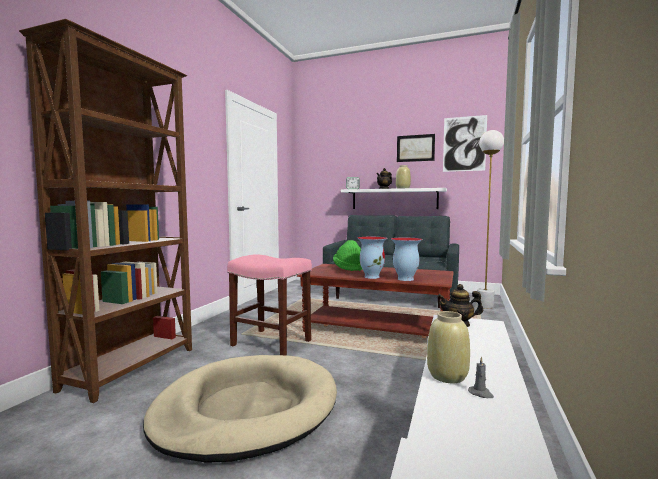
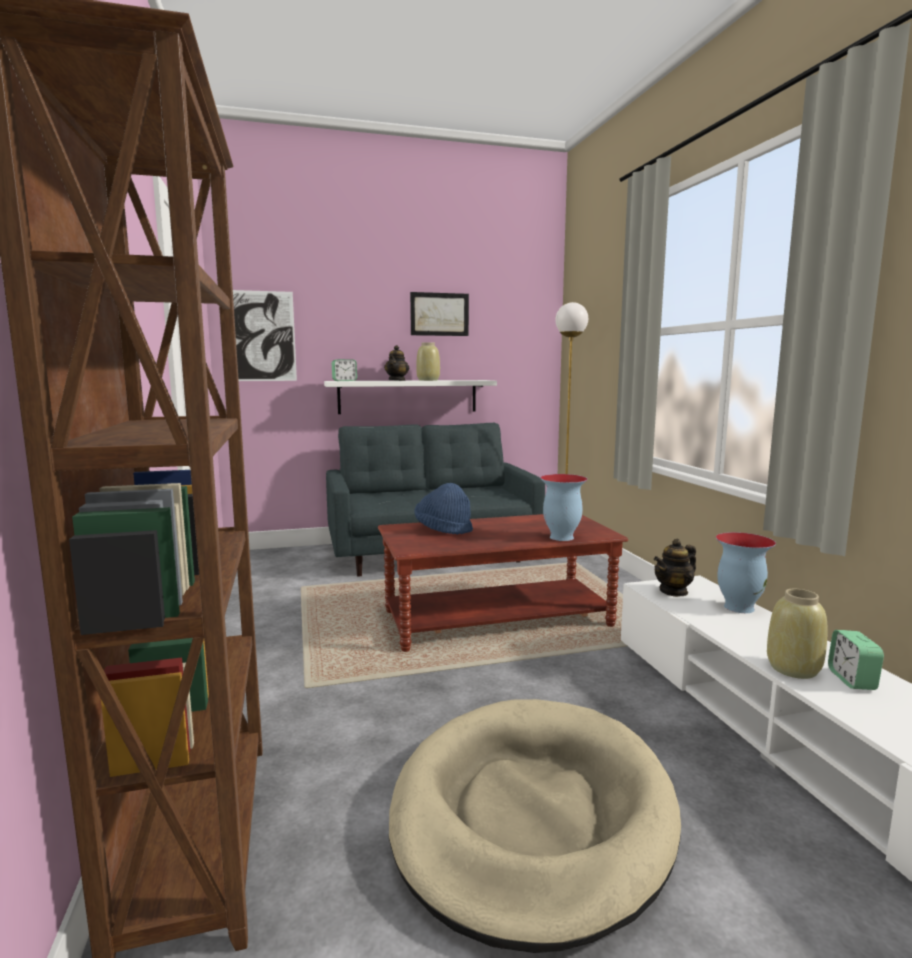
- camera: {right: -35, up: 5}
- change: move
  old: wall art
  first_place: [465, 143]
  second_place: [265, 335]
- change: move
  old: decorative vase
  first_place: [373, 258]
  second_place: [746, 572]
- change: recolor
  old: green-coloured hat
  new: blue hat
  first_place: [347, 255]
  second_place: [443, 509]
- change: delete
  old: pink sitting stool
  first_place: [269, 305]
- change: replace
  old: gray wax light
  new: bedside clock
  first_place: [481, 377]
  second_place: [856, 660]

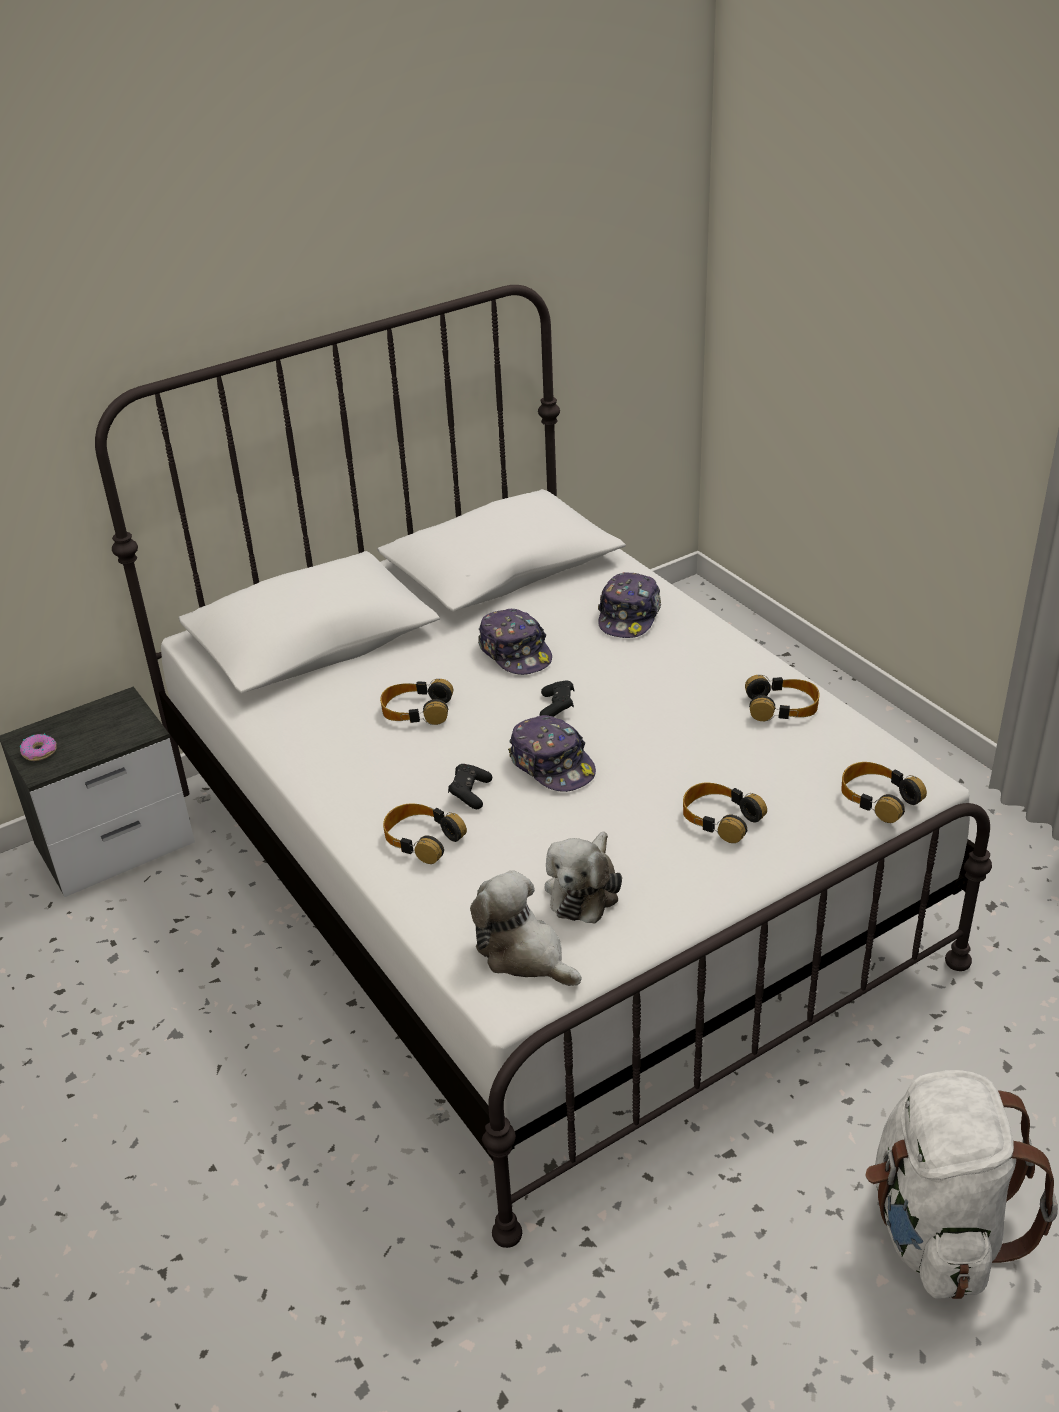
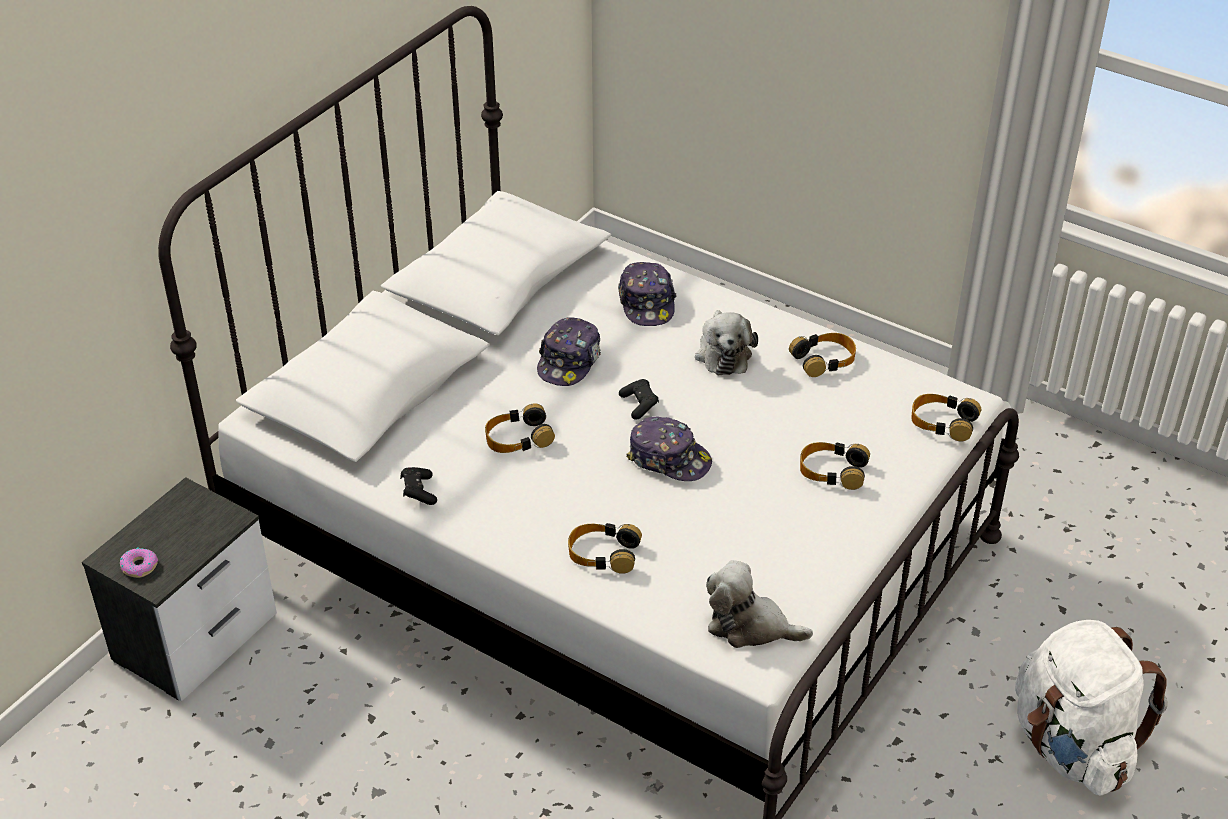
- camera: {right: -25, up: 5}
- change: rotate
  old: cap
  first_place: [515, 642]
  second_place: [569, 351]
  degrees: 75
- change: move
  old: blackish joypad
  first_place: [470, 786]
  second_place: [418, 486]
- change: move
  old: cuddly toy
  first_place: [583, 878]
  second_place: [726, 342]

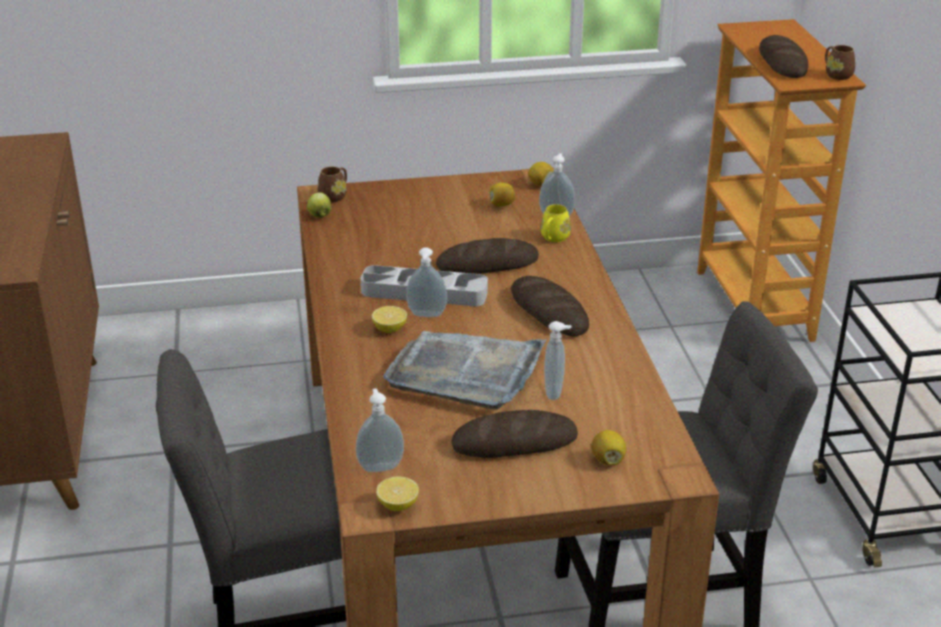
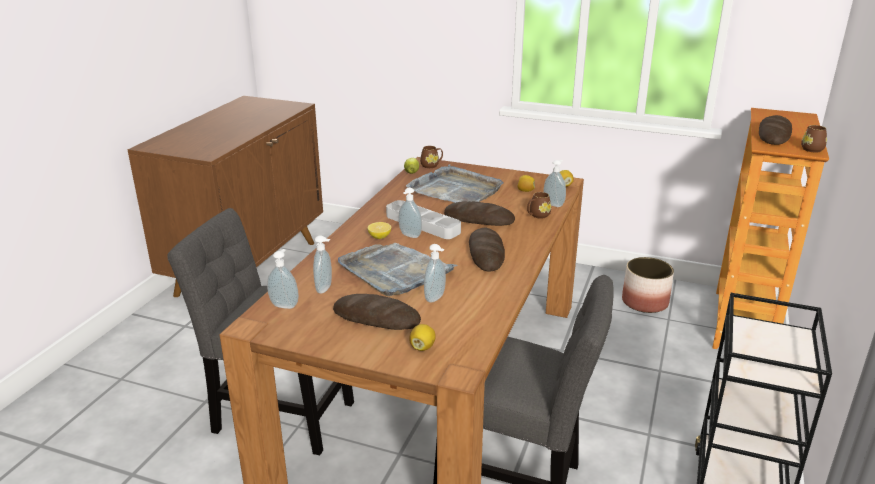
- camera: {right: 30, up: -5}
- change: recolor
  old: yellow-coloured coffee mug
  new: brown-coloured coffee mug
  first_place: [556, 223]
  second_place: [539, 205]
- change: delete
  old: whole lemon
  first_place: [397, 494]
- change: insert
  new: gray serving tray
  second_place: [455, 183]
- change: insert
  new: soap dispenser
  second_place: [322, 264]
- change: insert
  new: flower pot
  second_place: [648, 285]

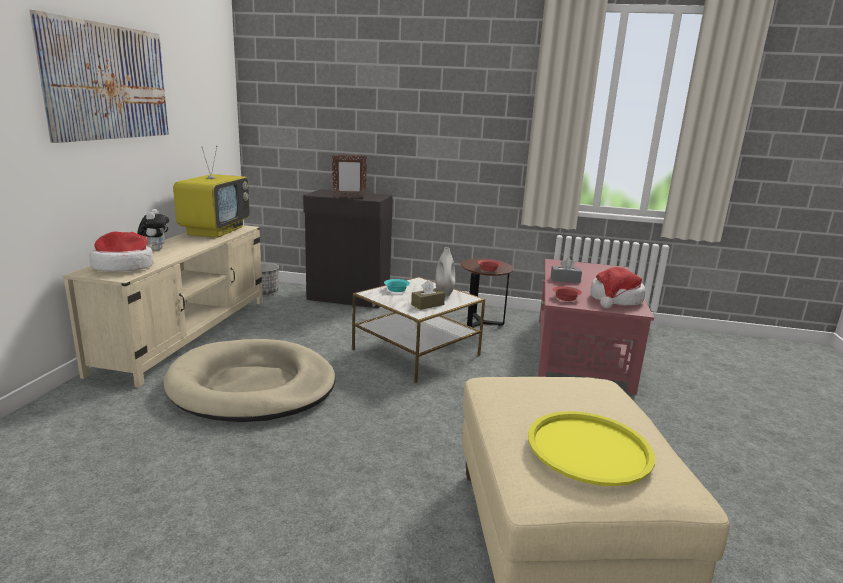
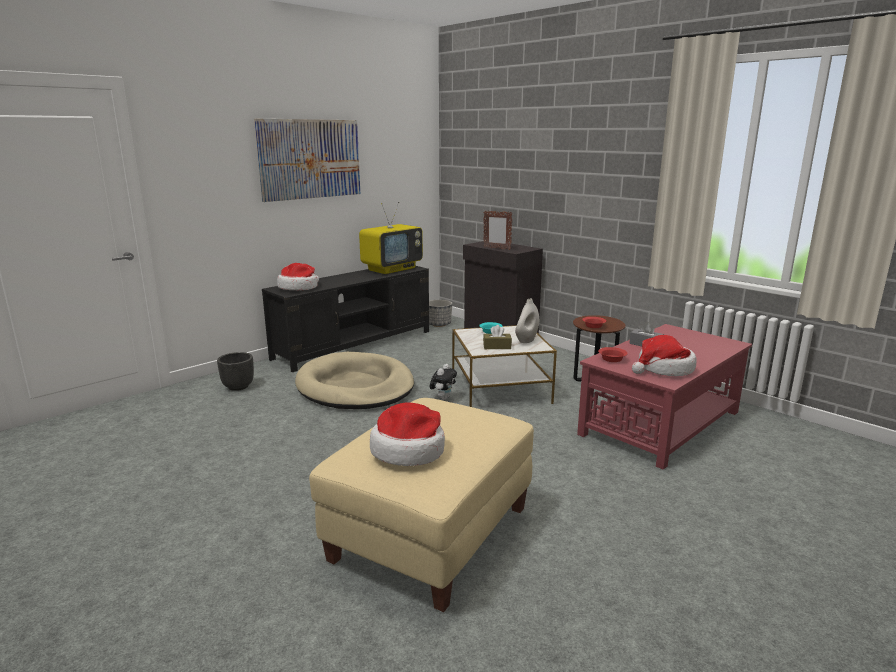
- camera: {right: 35, up: 0}
- change: move
  old: cuddly toy
  first_place: [153, 230]
  second_place: [443, 382]
- change: recolor
  old: sand-coloured tv unit
  new: blackish tv unit
  first_place: [163, 306]
  second_place: [345, 319]
- change: replace
  old: yellow-coloured serving tray
  new: hat
  first_place: [591, 448]
  second_place: [407, 434]
- change: insert
  new: blackish flower pot
  second_place: [235, 371]

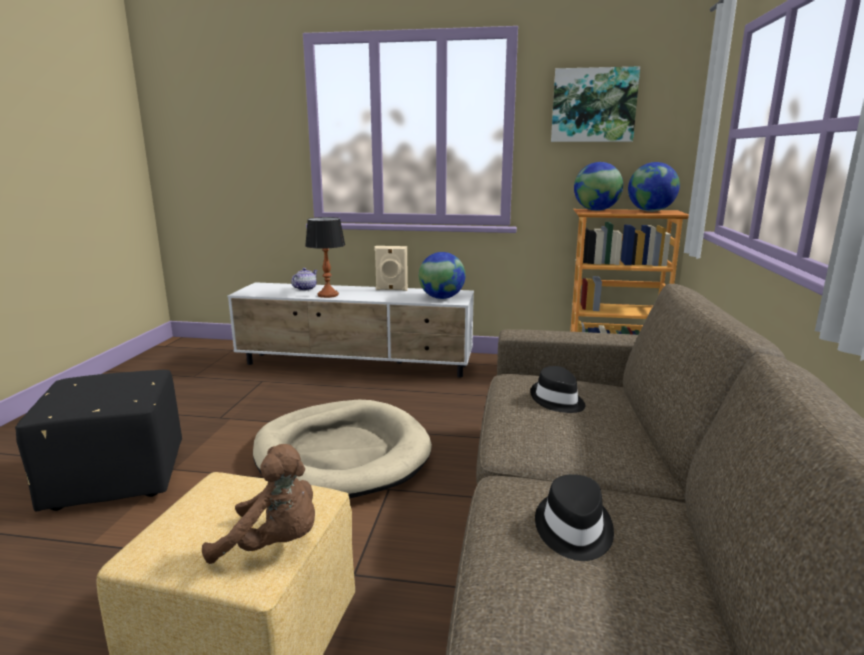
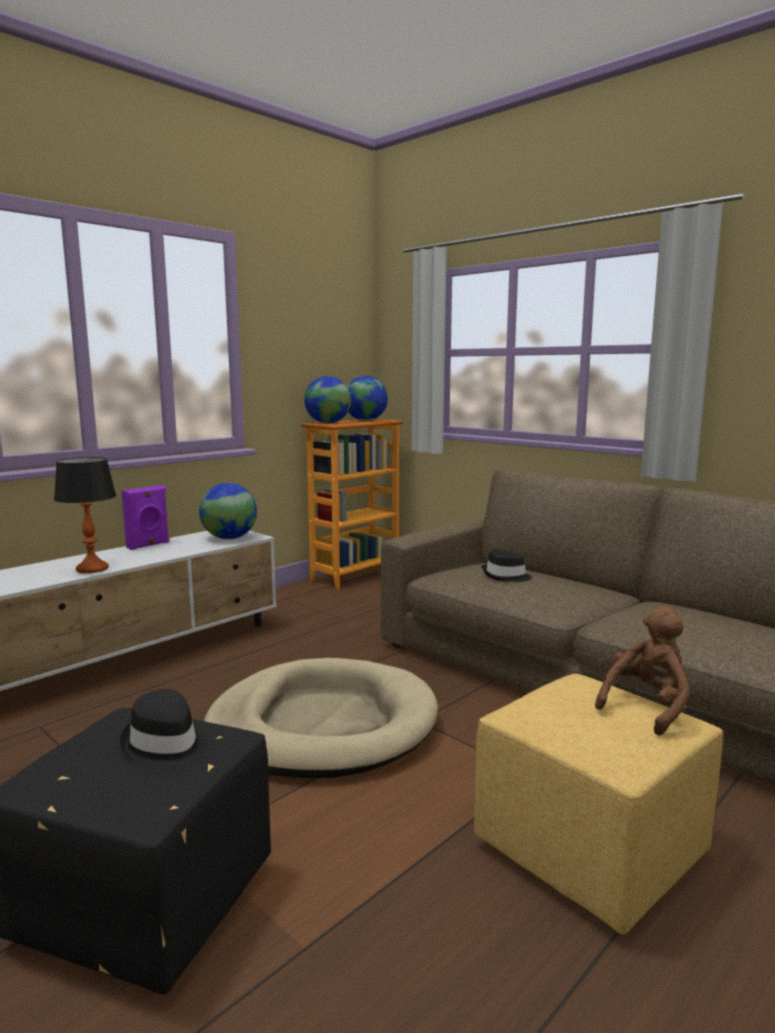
- camera: {right: -55, up: -5}
- change: delete
  old: wall art
  first_place: [595, 104]
- change: recolor
  old: sand-coloured audio speaker
  new: purplish audio speaker
  first_place: [391, 268]
  second_place: [145, 517]
- change: delete
  old: tea pot
  first_place: [304, 279]
- change: move
  old: blackish hat
  first_place: [574, 517]
  second_place: [164, 729]

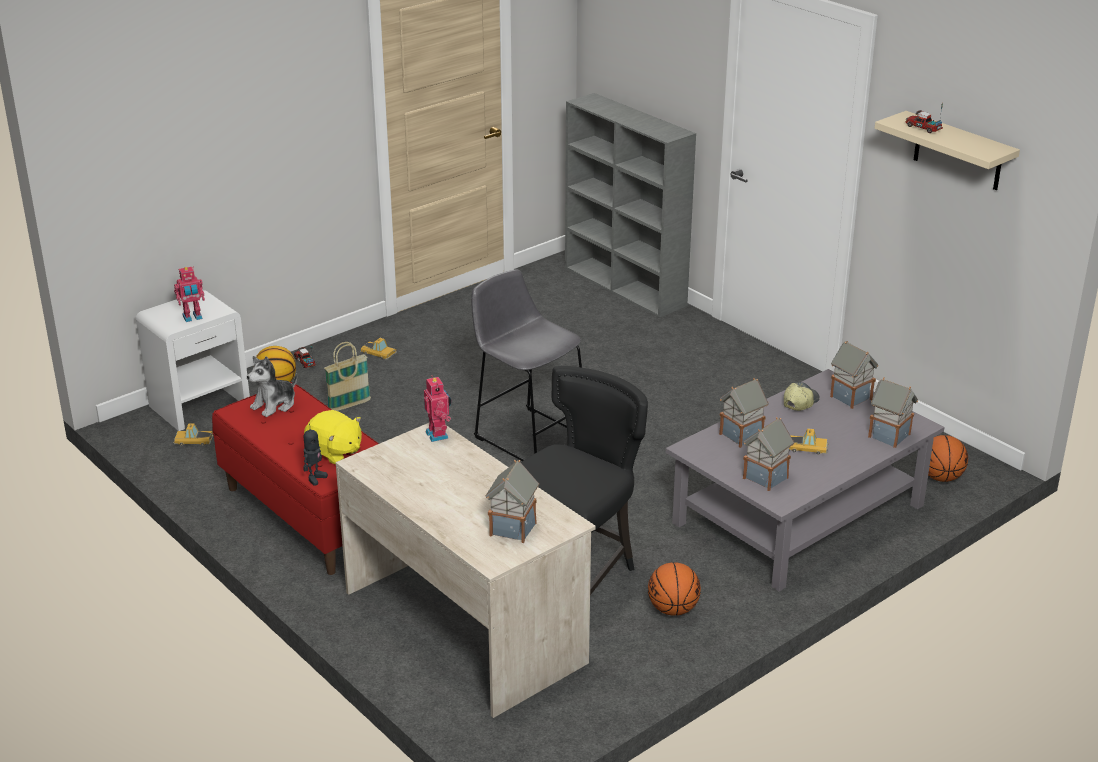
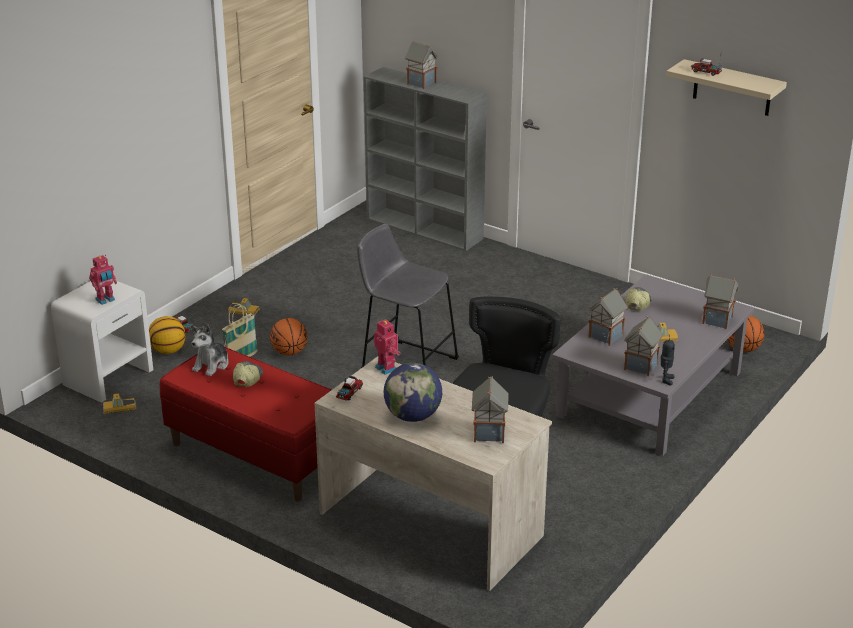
- camera: {right: -15, up: 0}
- change: move
  old: model house
  first_place: [854, 375]
  second_place: [421, 65]
- change: delete
  old: yellow-coloured cuddly toy
  first_place: [333, 437]
- change: move
  old: model robot
  first_place: [316, 454]
  second_place: [668, 360]
- change: move
  old: basketball ball
  first_place: [674, 589]
  second_place: [288, 337]
- change: insert
  new: cap
  second_place: [248, 374]
- change: insert
  new: desk globe
  second_place: [413, 392]
- change: insert
  new: model truck
  second_place: [349, 388]

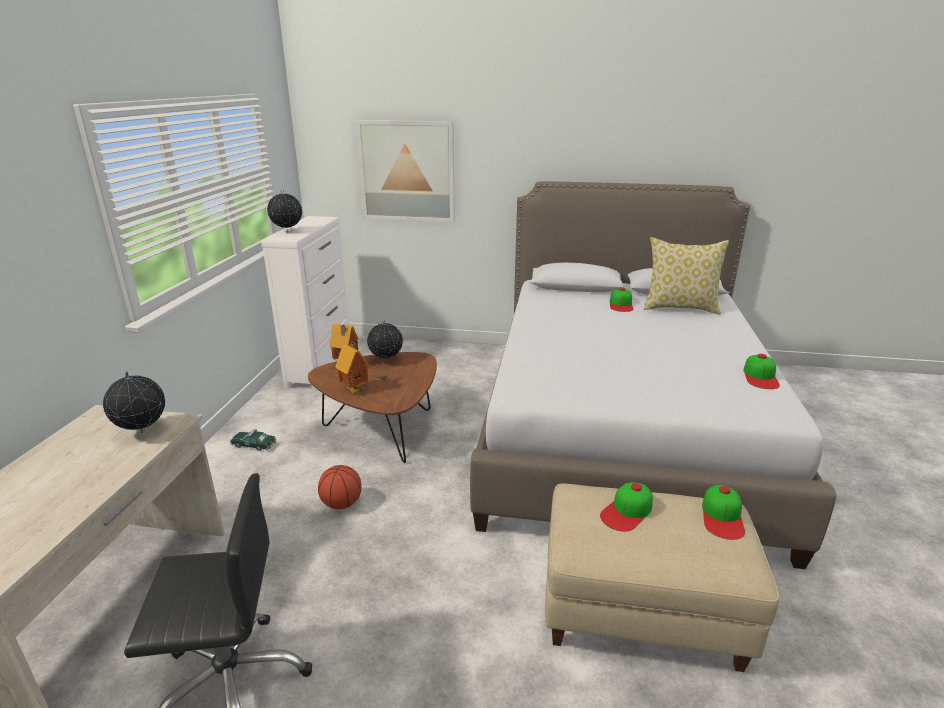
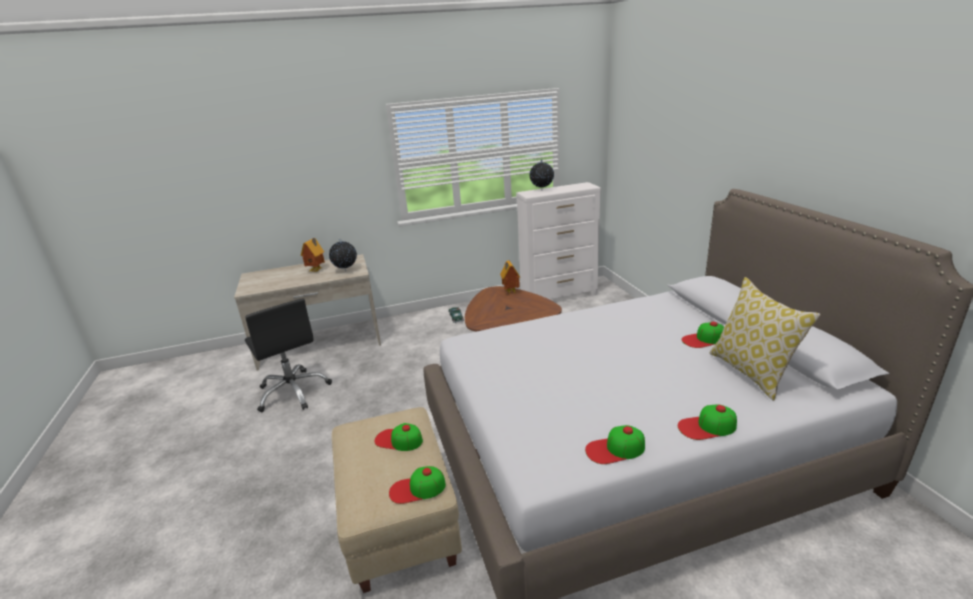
- camera: {right: 65, up: 0}
- change: delete
  old: wall art
  first_place: [405, 171]
- change: delete
  old: desk globe
  first_place: [385, 340]
- change: move
  old: model house
  first_place: [352, 368]
  second_place: [312, 255]
- change: delete
  old: basketball ball
  first_place: [340, 487]
- change: insert
  new: cap
  second_place: [707, 422]

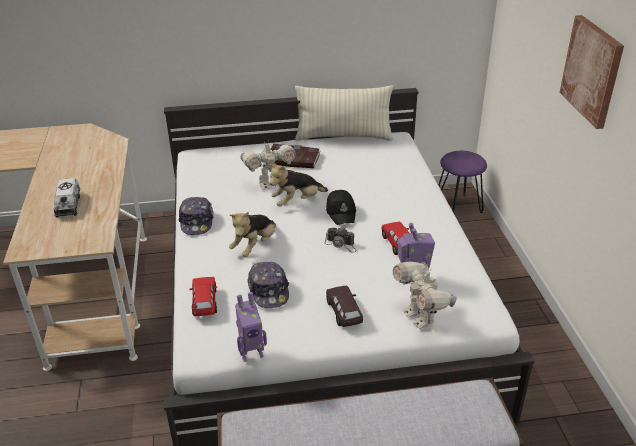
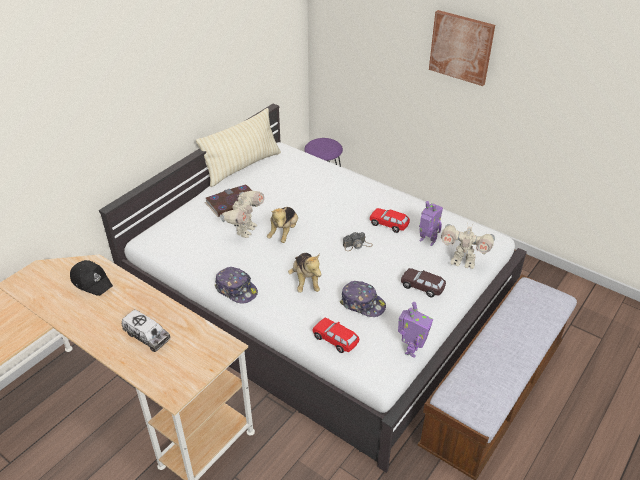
- camera: {right: -45, up: 5}
- change: move
  old: blackish cap
  first_place: [341, 207]
  second_place: [91, 278]

